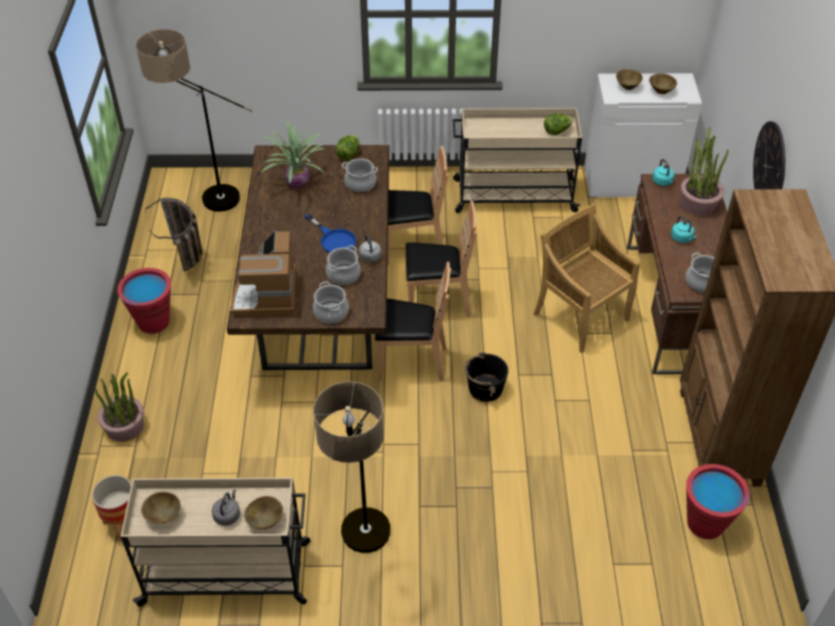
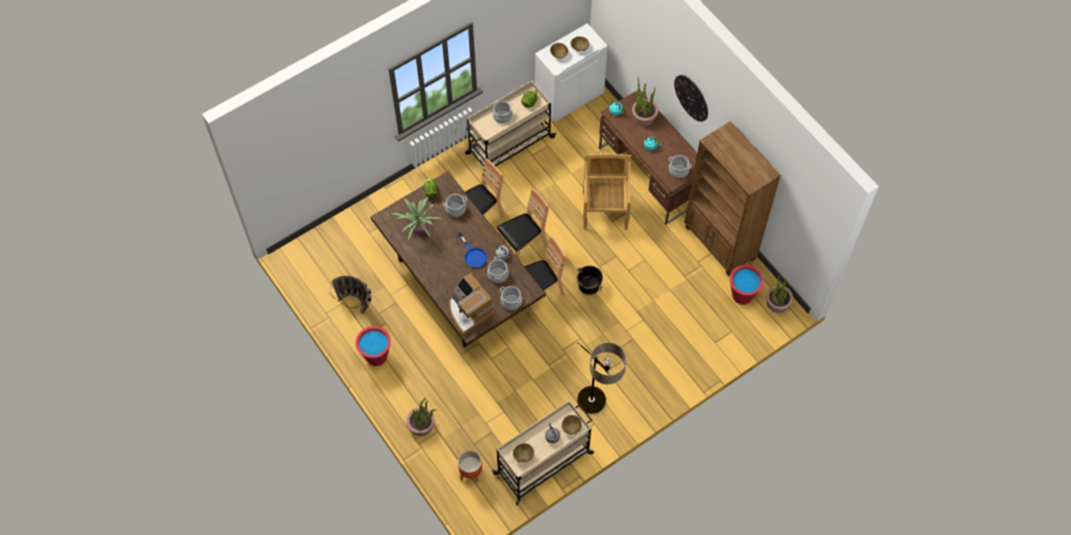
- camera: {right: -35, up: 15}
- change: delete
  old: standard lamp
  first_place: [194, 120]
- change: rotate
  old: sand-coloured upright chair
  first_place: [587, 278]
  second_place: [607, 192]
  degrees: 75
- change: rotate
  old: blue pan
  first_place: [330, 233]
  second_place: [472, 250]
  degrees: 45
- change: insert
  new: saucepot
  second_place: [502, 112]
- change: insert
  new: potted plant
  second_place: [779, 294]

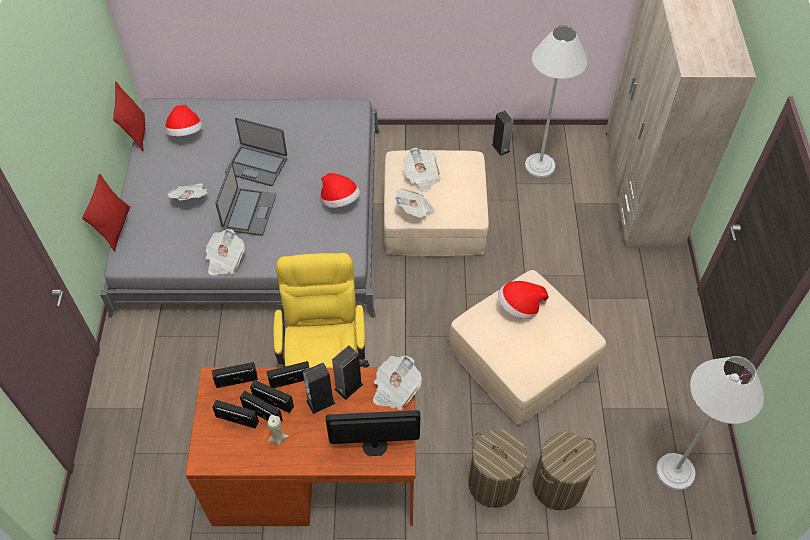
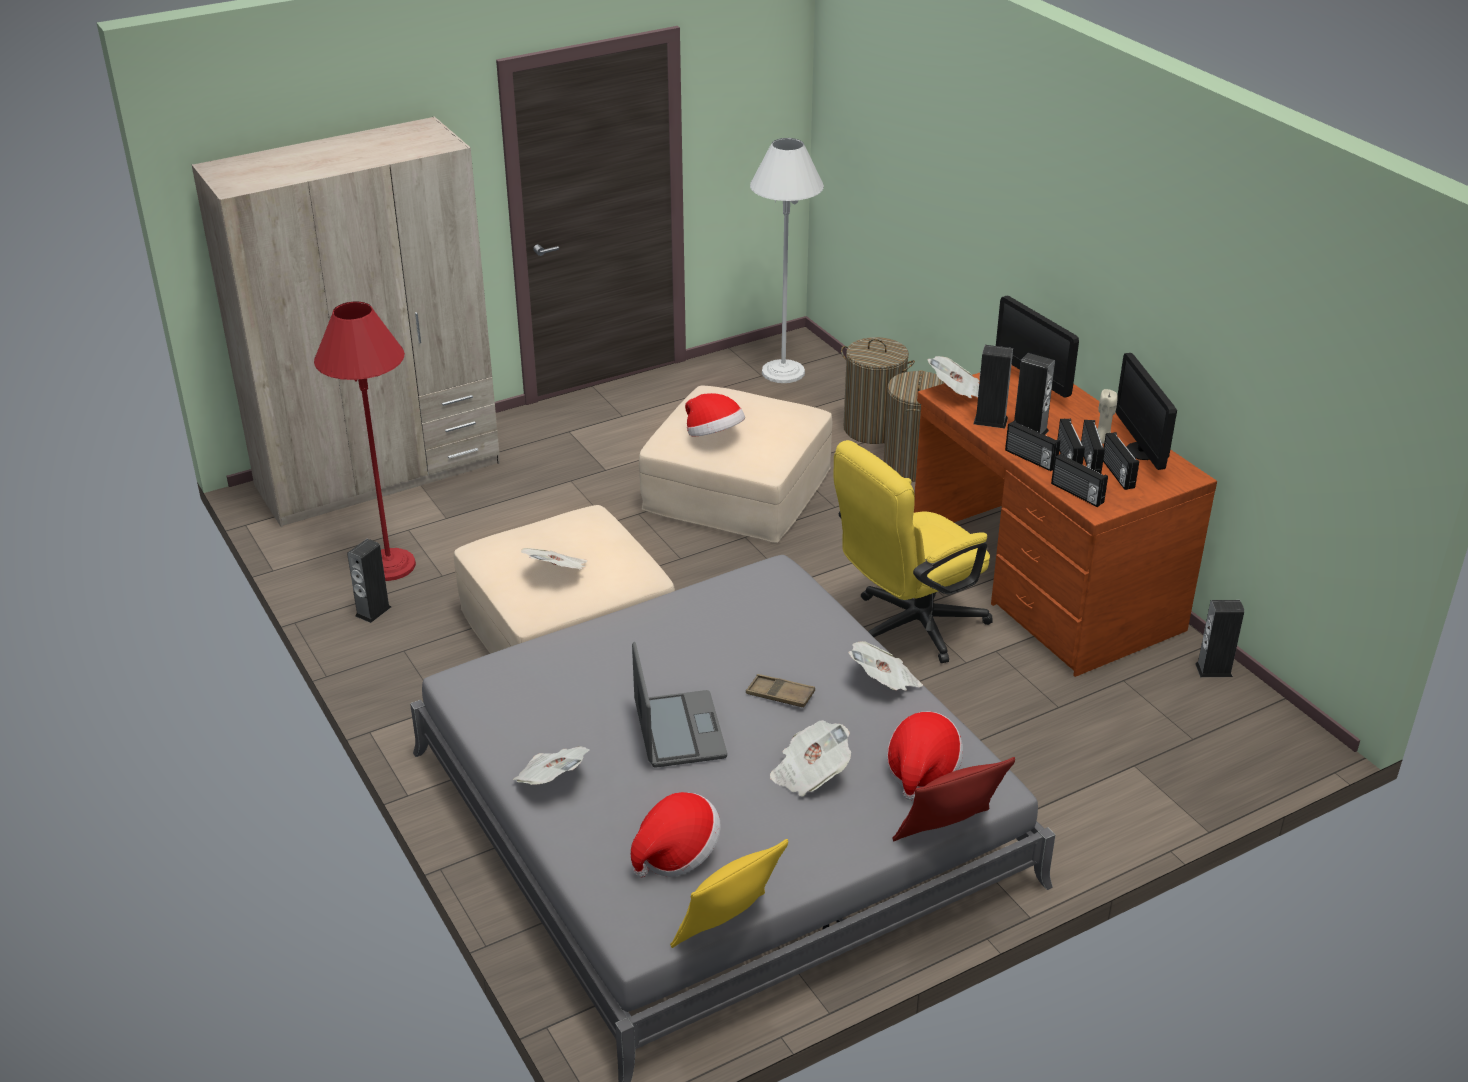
- camera: {right: -120, up: -20}
- change: recolor
  old: whitish standard lamp
  new: red standard lamp
  first_place: [556, 101]
  second_place: [365, 441]
- change: recolor
  old: red pillow
  new: yellow-coloured pillow
  first_place: [129, 116]
  second_place: [729, 893]
- change: replace
  old: portable computer
  new: brown-coloured serving tray
  first_place: [245, 199]
  second_place: [780, 690]
- change: move
  old: hat
  first_place: [340, 190]
  second_place: [925, 756]
- change: move
  old: printed paper
  first_place: [415, 203]
  second_place: [551, 765]
- change: insert
  new: computer display
  second_place: [1146, 411]
- change: insert
  new: audio speaker
  second_place: [1219, 638]

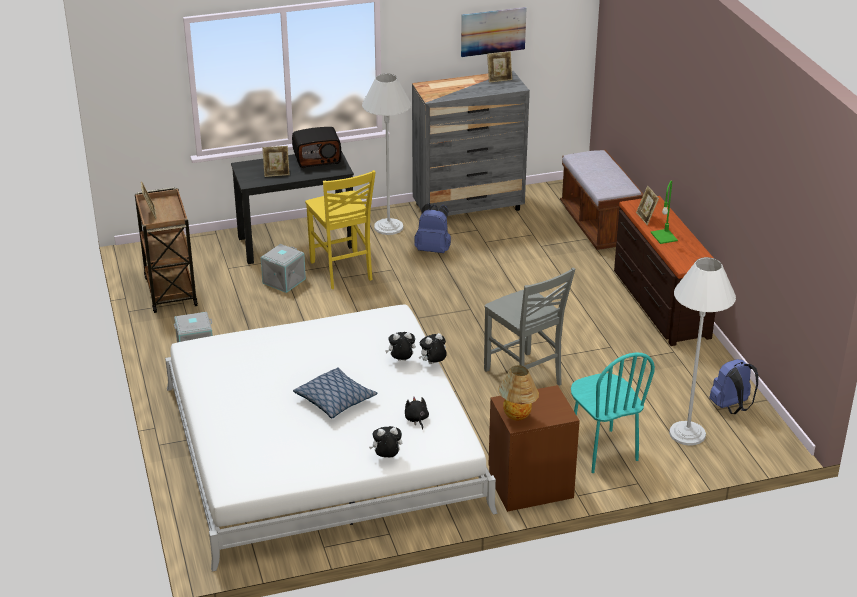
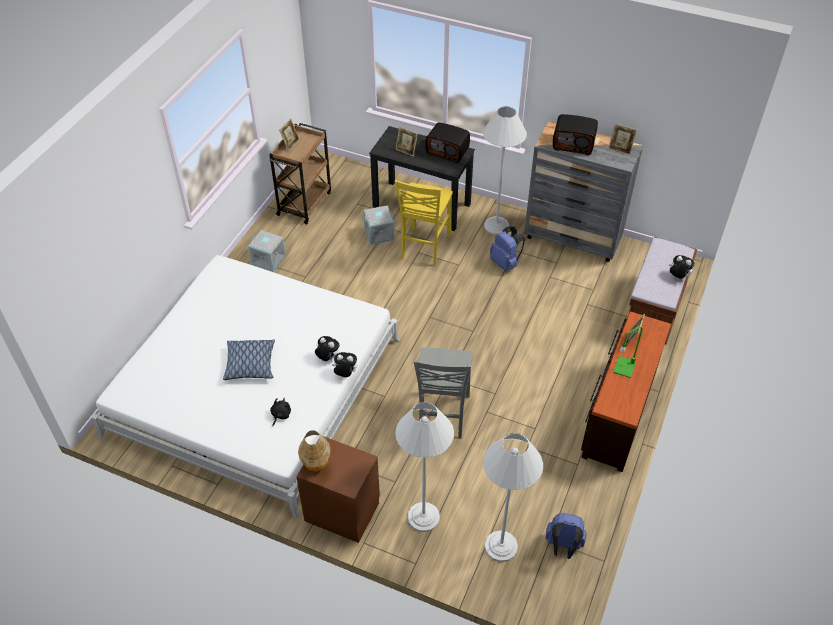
- camera: {right: 40, up: 15}
- change: delete
  old: wall art
  first_place: [493, 32]
- change: replace
  old: blue-green upright chair
  new: whitish standard lamp
  first_place: [613, 412]
  second_place: [424, 467]
- change: move
  old: cuddly toy
  first_place: [385, 442]
  second_place: [682, 266]
- change: insert
  new: radio set
  second_place: [575, 134]

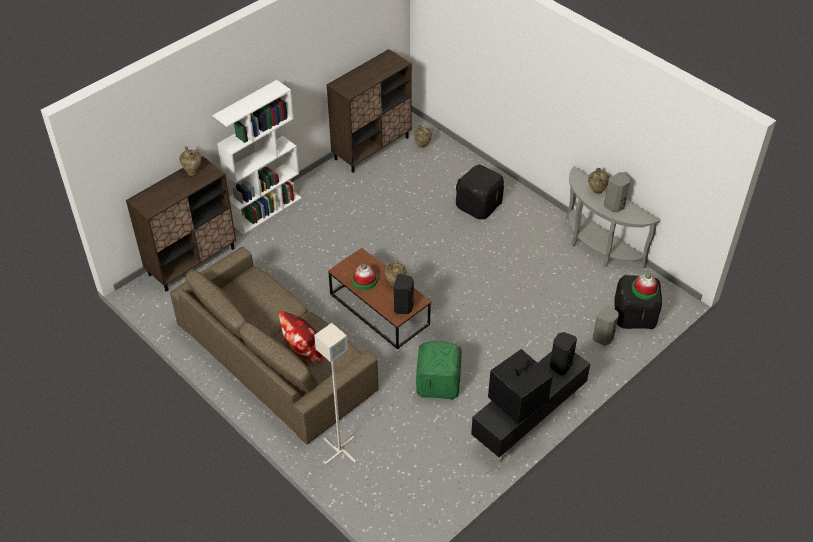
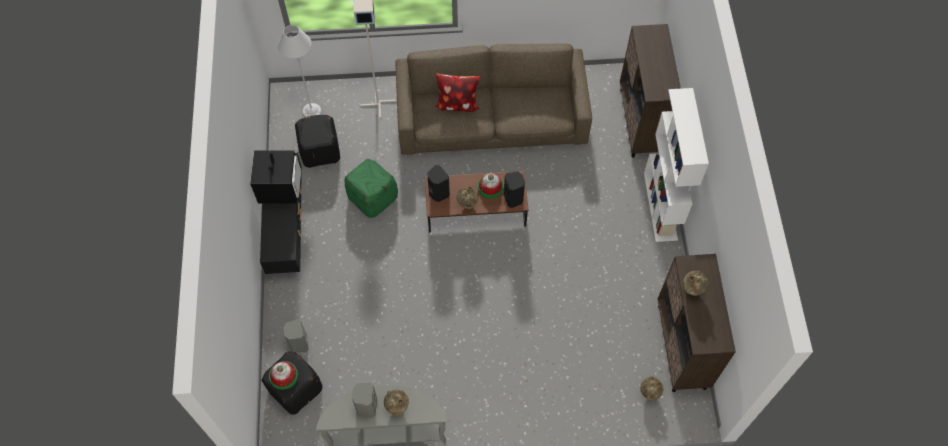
- camera: {right: 130, up: 15}
- change: move
  old: sand-coloured decorative vase
  first_place: [190, 161]
  second_place: [696, 283]
- change: move
  old: blackish pouffe
  first_place: [480, 191]
  second_place: [317, 141]
- change: move
  old: blackish audio speaker
  first_place: [563, 354]
  second_place: [514, 190]
- change: insert
  new: gray standard lamp
  second_place: [300, 71]

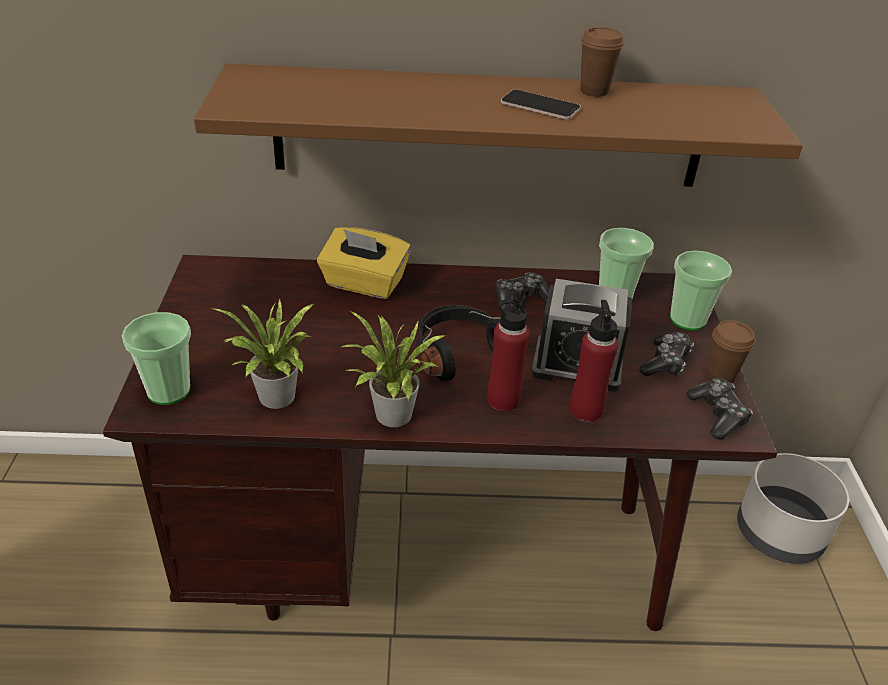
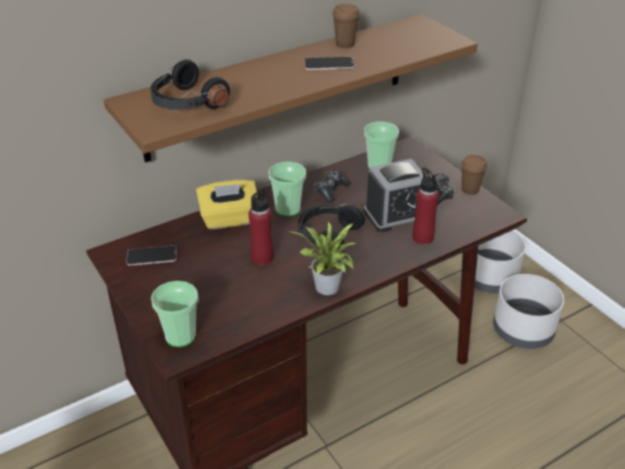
- camera: {right: -30, up: 0}
- change: move
  old: small cup
  first_place: [701, 290]
  second_place: [287, 189]
- change: move
  old: red drink bottle
  first_place: [508, 353]
  second_place: [261, 226]
- change: delete
  old: potted plant
  first_place: [262, 353]
- change: delete
  old: joypad
  first_place: [719, 408]
- change: insert
  new: blackish headset
  second_place: [190, 84]
- change: insert
  new: telephone
  second_place: [152, 255]
- change: insert
  new: gray flower pot
  second_place: [528, 311]

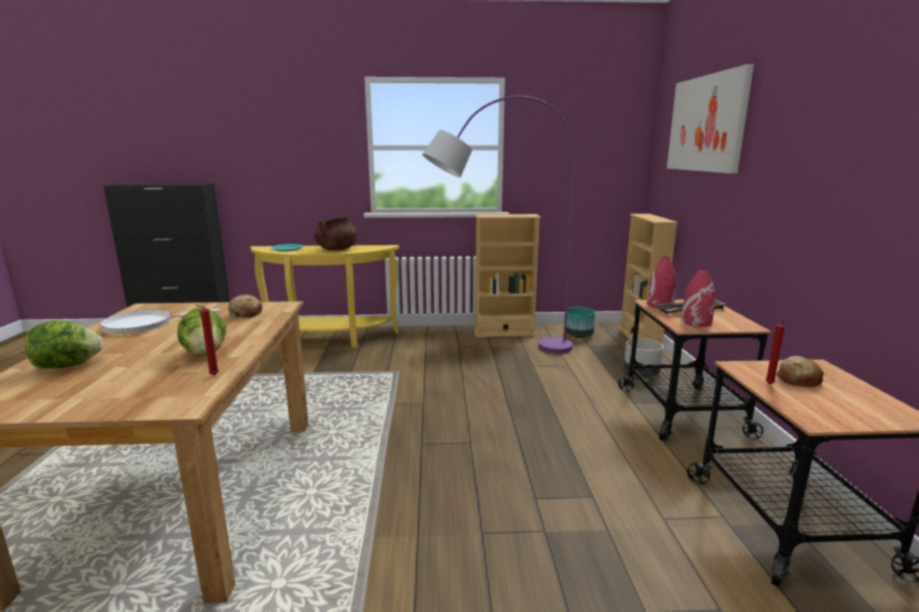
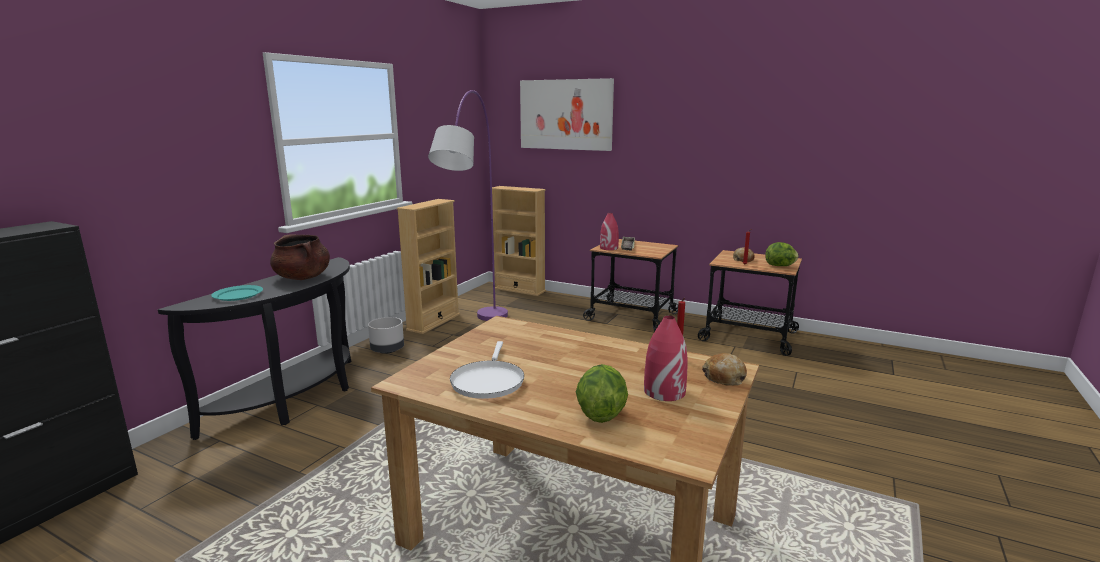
- camera: {right: -60, up: 0}
- change: recolor
  old: yellow-coloured narrow table
  new: blackish narrow table
  first_place: [324, 296]
  second_place: [255, 348]
- change: move
  old: red decorative vase
  first_place: [698, 298]
  second_place: [666, 358]
- change: move
  old: bakery bread
  first_place: [245, 306]
  second_place: [724, 369]
- change: delete
  old: blue-green flower pot
  first_place: [580, 322]
- change: move
  old: lettuce
  first_place: [201, 332]
  second_place: [782, 254]
- change: move
  old: gray flower pot
  first_place: [643, 357]
  second_place: [386, 335]

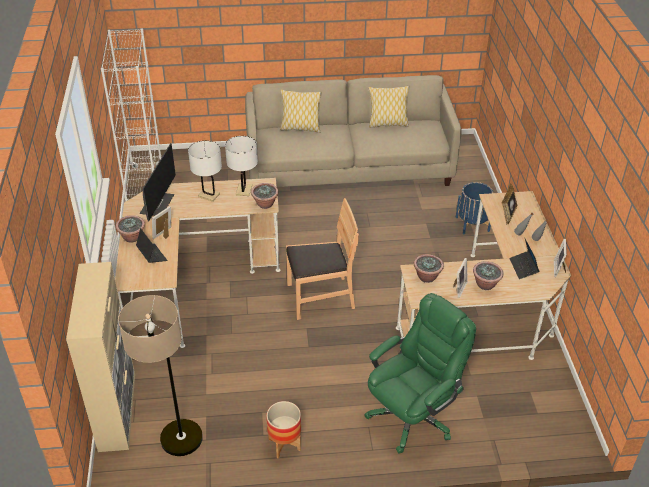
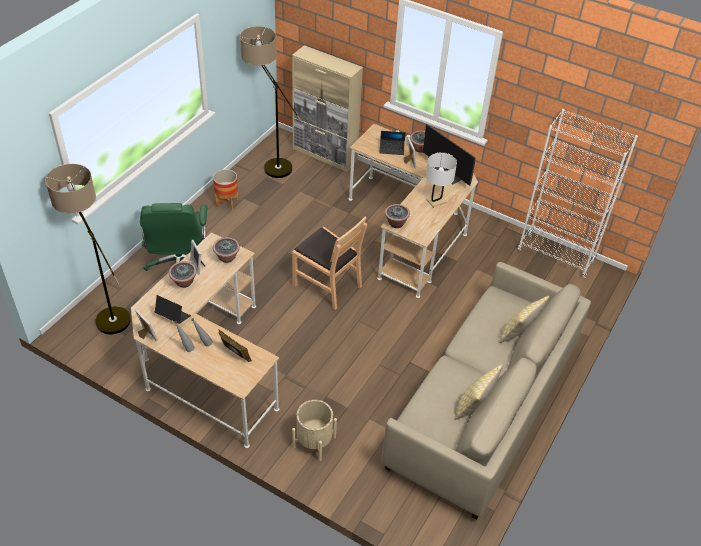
- camera: {right: 125, up: 5}
- change: delete
  old: whitish lamp for a table
  first_place: [241, 166]
- change: recolor
  old: blue flower pot
  new: sand-coloured flower pot
  first_place: [474, 208]
  second_place: [314, 430]
- change: rotate
  old: brown-coloured upright chair
  first_place: [322, 259]
  second_place: [329, 263]
  degrees: -75
- change: insert
  new: standard lamp
  second_place: [88, 249]

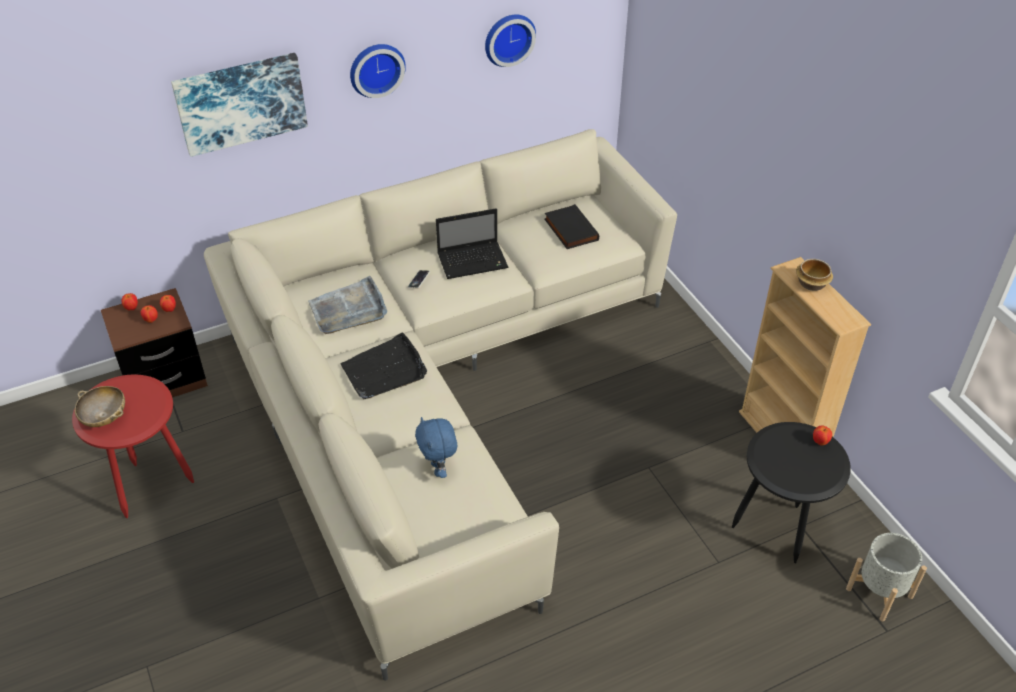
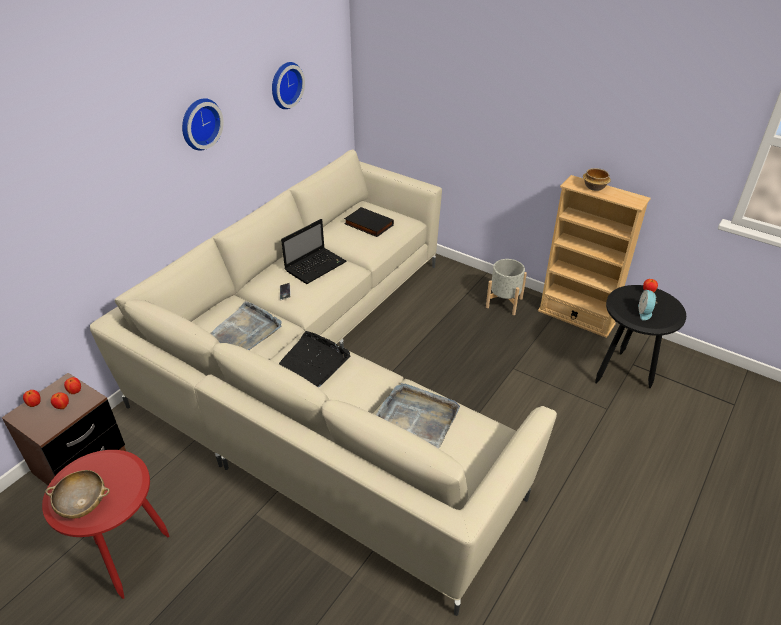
- camera: {right: -30, up: -5}
- change: delete
  old: wall art
  first_place: [239, 105]
- change: replace
  old: blue cuddly toy
  new: gray serving tray
  first_place: [436, 447]
  second_place: [418, 415]
- change: move
  old: gray flower pot
  first_place: [886, 577]
  second_place: [506, 287]
- change: insert
  new: bedside clock
  second_place: [648, 305]

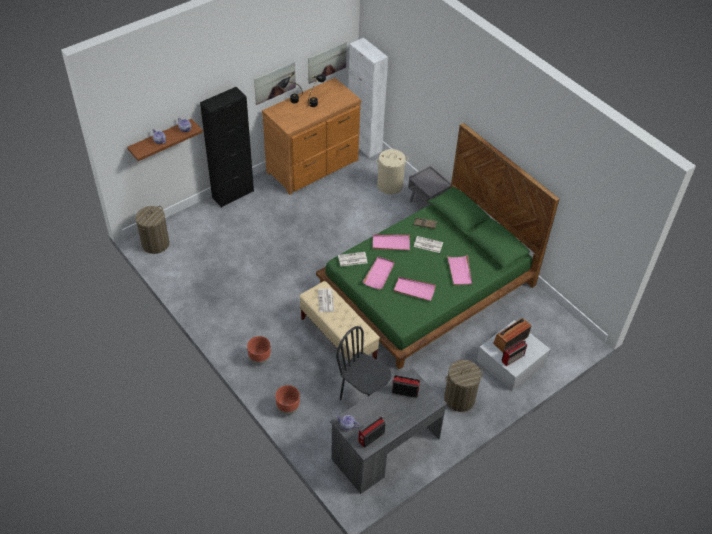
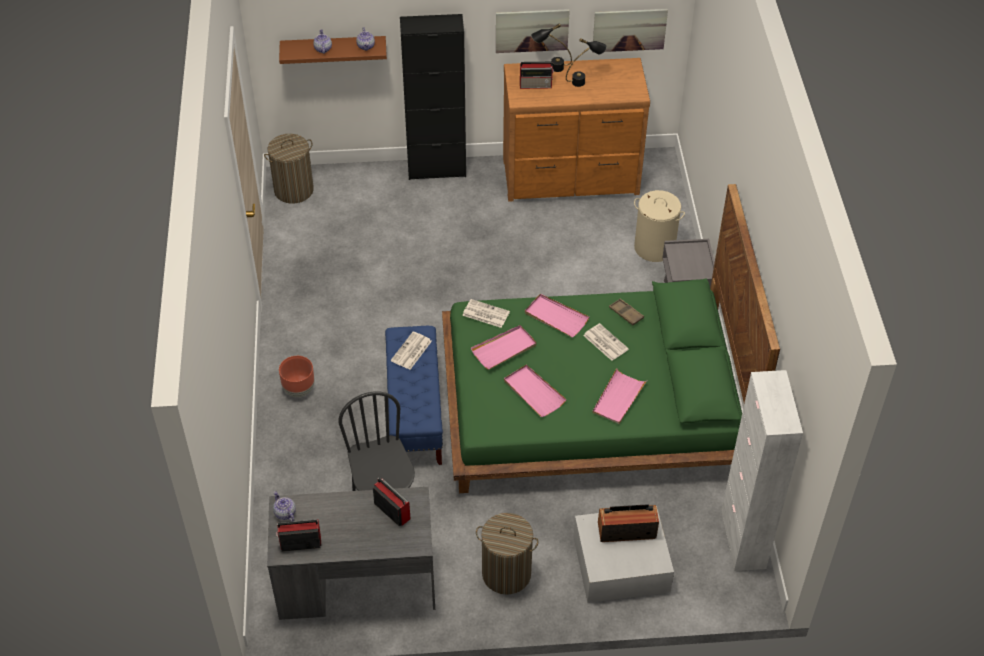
- camera: {right: 35, up: 0}
- change: move
  old: whitish cupboard
  first_place: [368, 98]
  second_place: [762, 470]
- change: recolor
  old: sand-coloured long seat
  new: blue long seat
  first_place: [339, 320]
  second_place: [414, 395]
- change: move
  old: radio set
  first_place: [514, 353]
  second_place: [537, 75]
- change: delete
  old: brown-coloured flower pot
  first_place: [287, 400]

